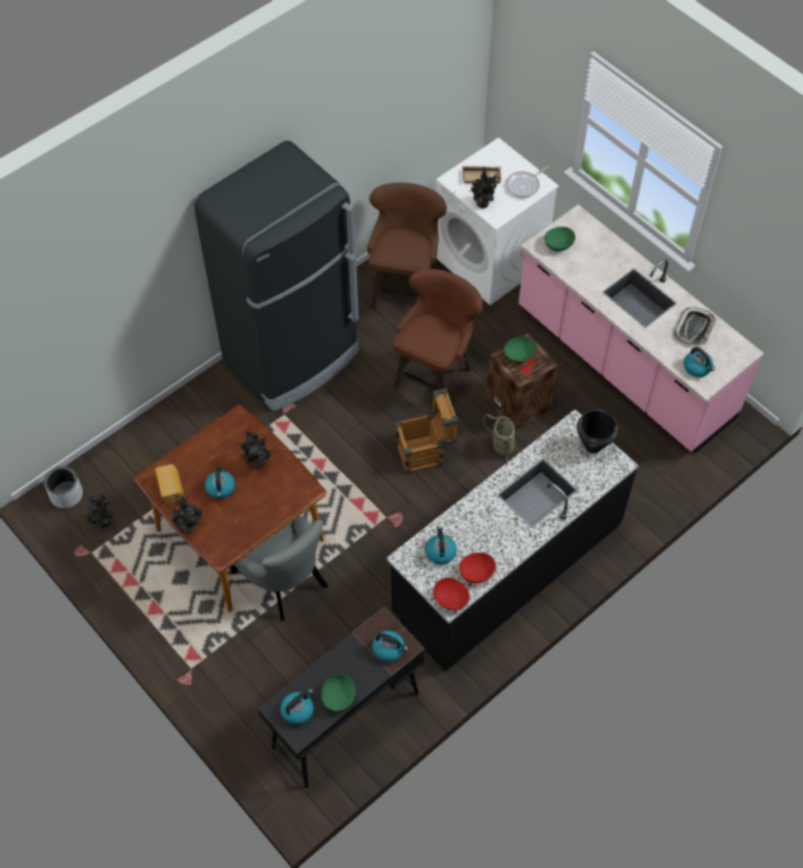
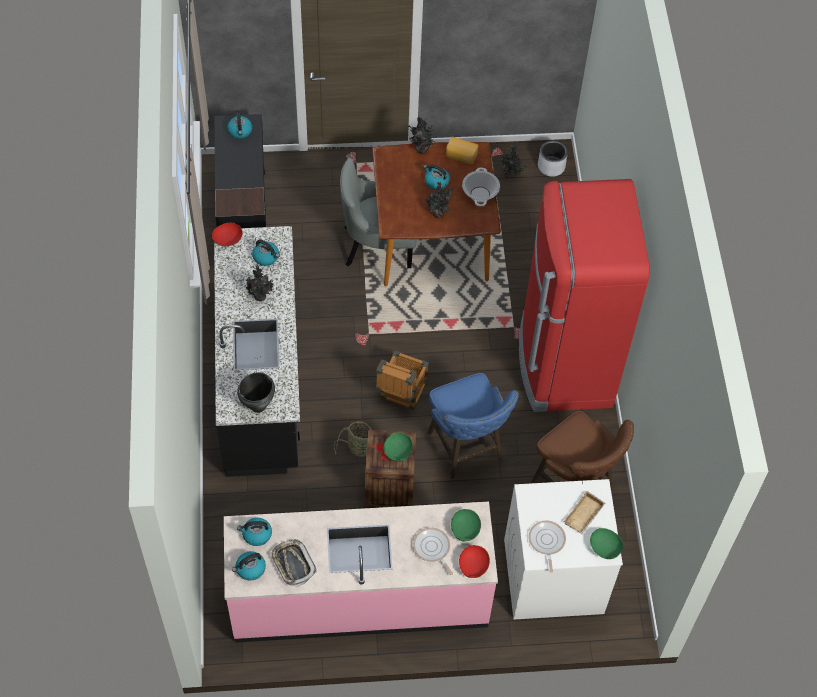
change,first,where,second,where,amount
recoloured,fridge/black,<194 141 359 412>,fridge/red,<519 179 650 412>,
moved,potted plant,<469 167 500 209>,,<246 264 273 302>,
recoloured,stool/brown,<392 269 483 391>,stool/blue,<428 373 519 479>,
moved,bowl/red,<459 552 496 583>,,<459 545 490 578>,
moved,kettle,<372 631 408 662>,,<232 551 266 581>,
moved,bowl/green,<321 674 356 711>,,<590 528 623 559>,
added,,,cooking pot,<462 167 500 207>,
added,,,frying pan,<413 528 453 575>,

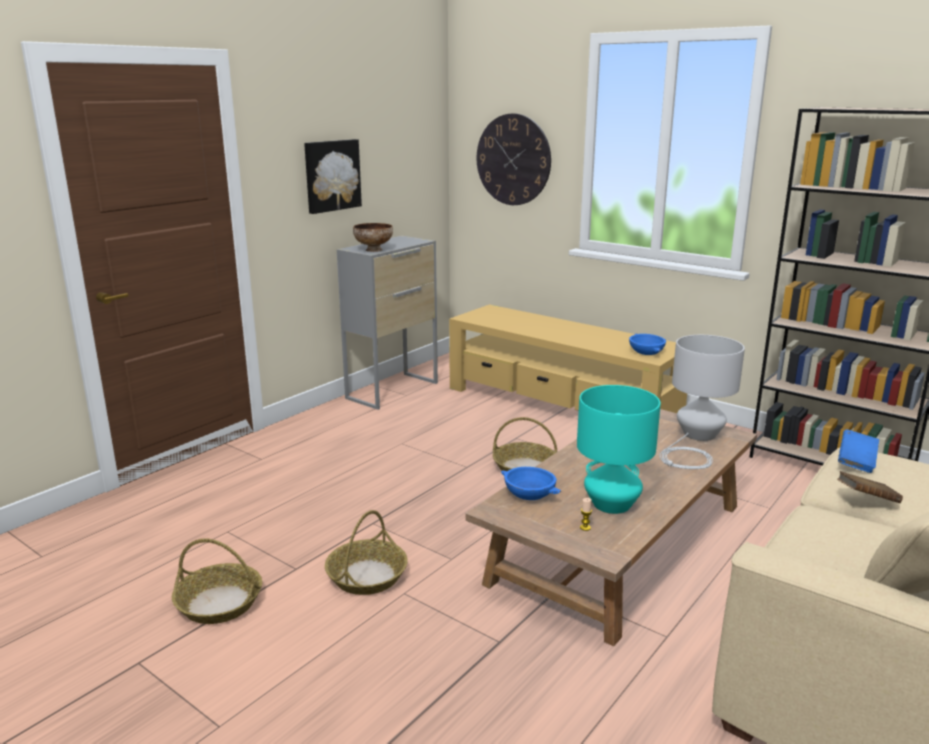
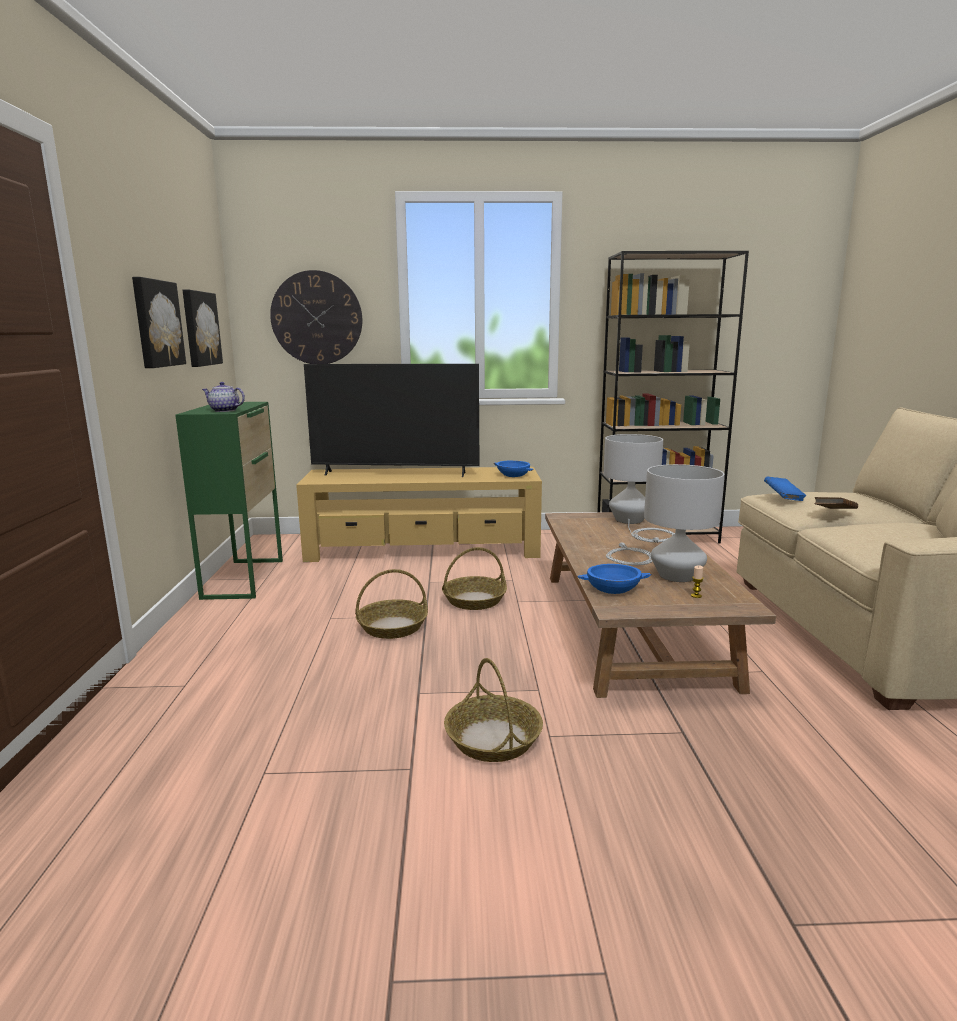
change,first,where,second,where,amount
replaced,bowl,<353 223 393 252>,teapot,<202 382 245 412>,
recoloured,cabinet/grey,<337 236 438 410>,cabinet/green,<175 402 283 600>,
recoloured,table lamp/turquoise,<577 385 661 514>,table lamp/grey,<606 464 725 582>,
moved,basket,<172 538 262 624>,,<355 569 428 639>,
added,,,picture,<183 290 223 367>,
added,,,television,<304 364 480 477>,

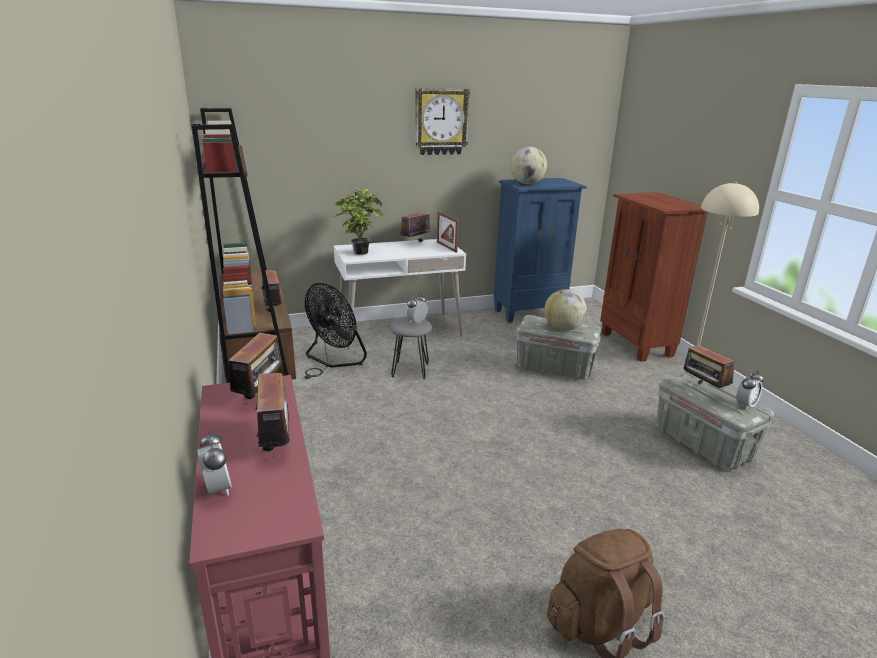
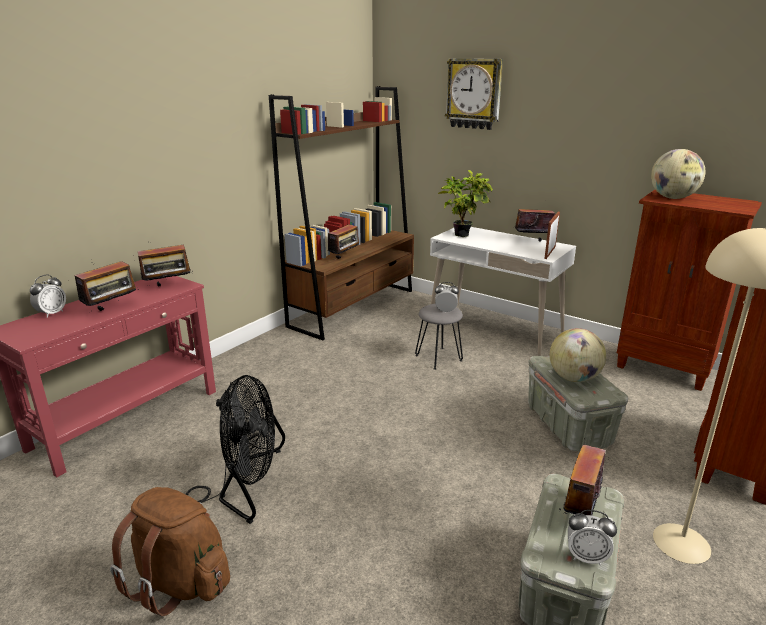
change,first,where,second,where,amount
moved,wall clock,<415 88 470 155>,,<445 58 503 130>,
recoloured,cabinet/blue,<494 178 587 323>,cabinet/brown,<617 190 762 391>,
moved,fan/black,<304 283 367 379>,,<186 375 285 524>,

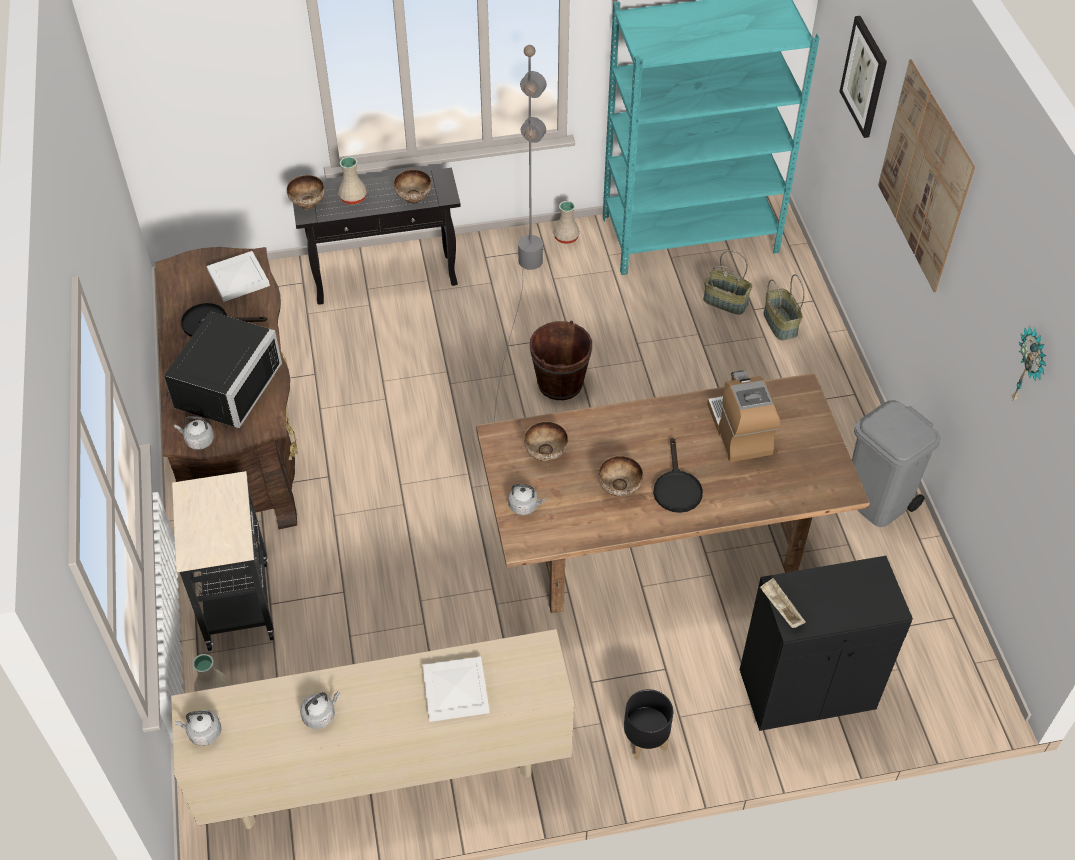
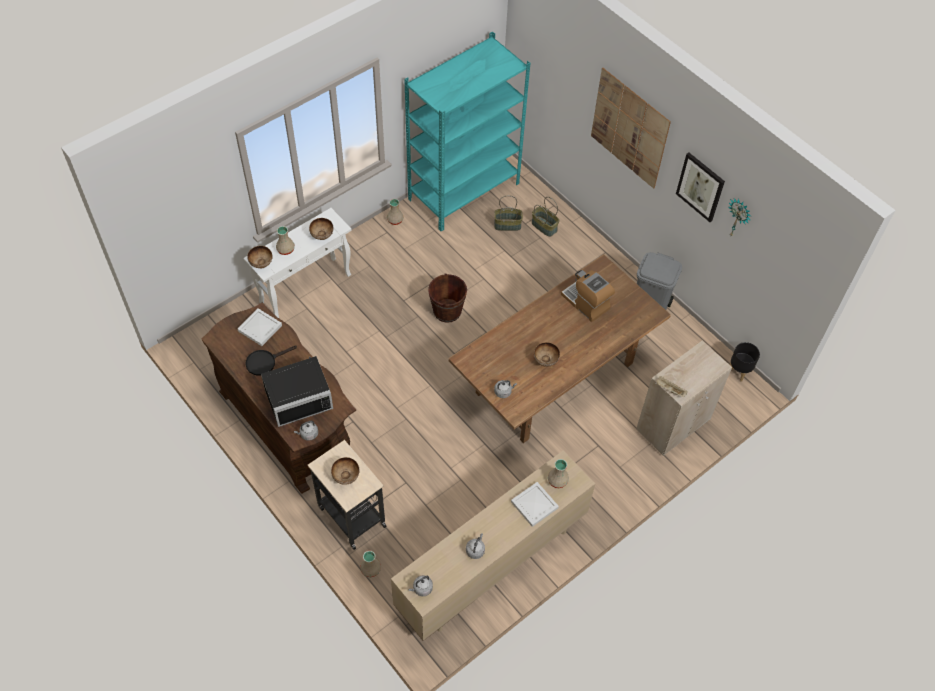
change,first,where,second,where,amount
moved,picture,<839 16 887 138>,,<676 153 725 222>,
removed,floor lamp/grey,<494 45 547 421>,,,
recoloured,console table/black,<293 168 461 305>,console table/white,<244 208 352 318>,
turned,microwave/black,<164 312 282 428>,,<261 356 333 427>,75 degrees clockwise
moved,bowl,<524 421 568 461>,,<331 457 359 485>,
removed,frying pan/black,<653 438 703 513>,,,
recoloured,cabinet/black,<740 556 913 731>,cabinet/beige,<636 341 732 456>,
moved,planter/black,<624 689 673 760>,,<730 342 760 381>,
added,,,vase/beige,<548 459 569 488>,

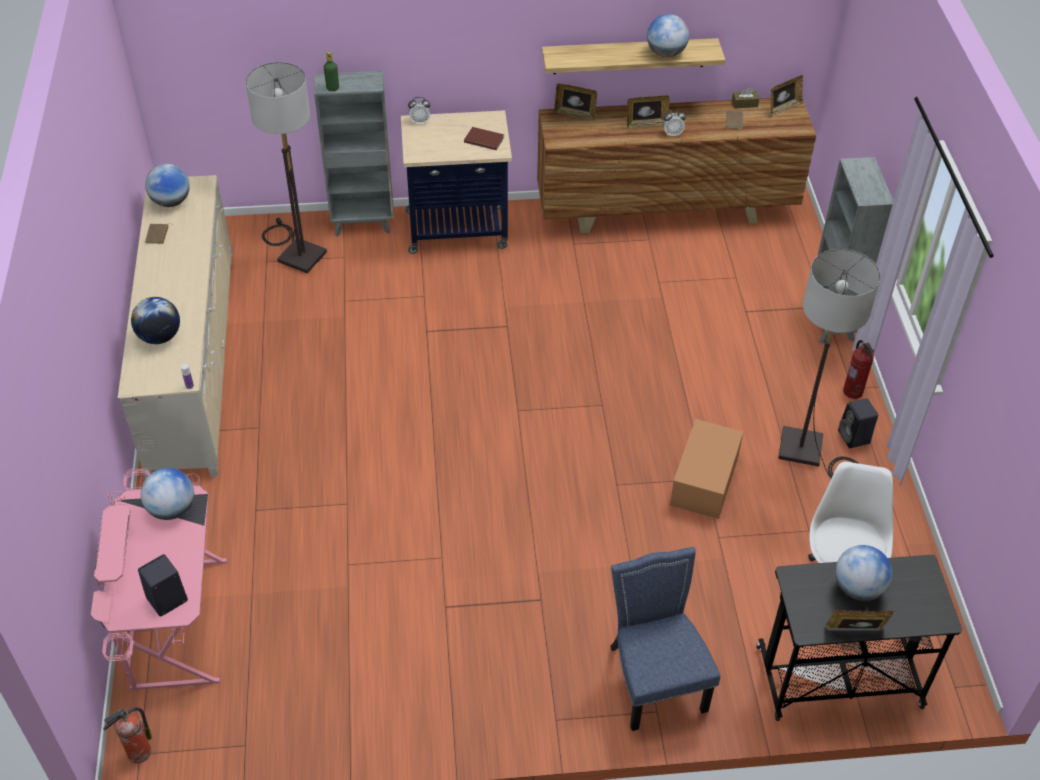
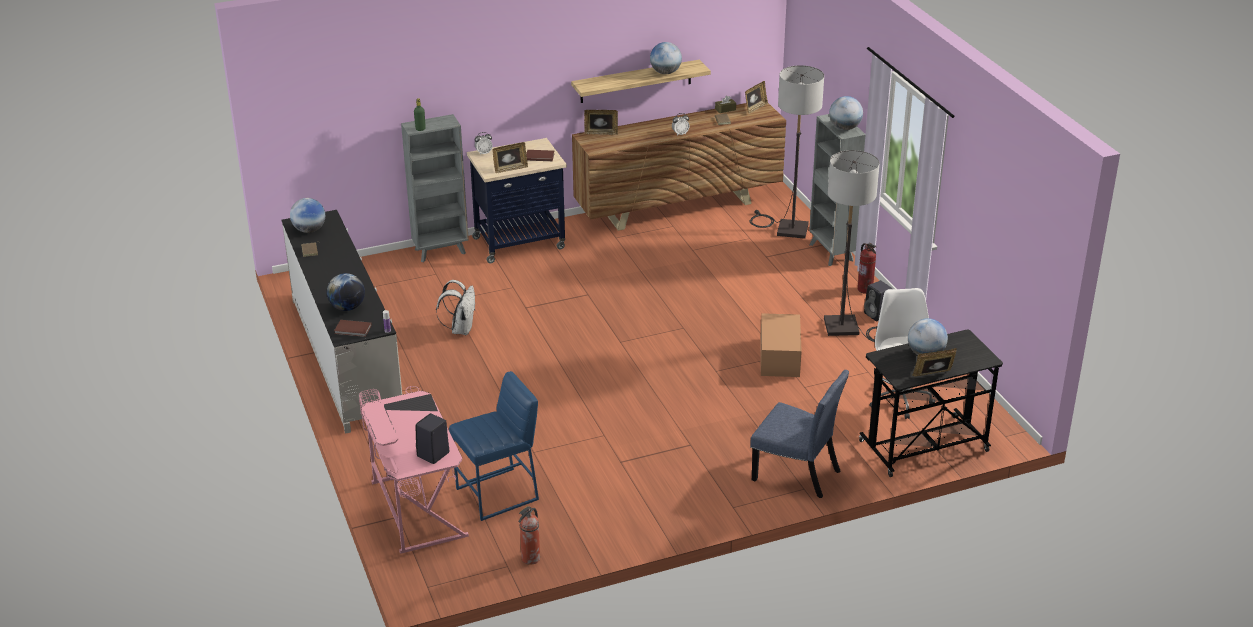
change,first,where,second,where,amount
moved,floor lamp,<246 62 327 273>,,<749 65 824 239>,
moved,picture frame,<627 96 670 128>,,<493 142 528 173>,
recoloured,cabinet/beige,<118 175 233 479>,cabinet/black,<281 210 402 434>,
moved,globe,<141 468 194 520>,,<829 96 863 130>,
turned,chair/blue,<610 547 720 731>,,<750 370 849 498>,150 degrees clockwise
moved,fire extinguisher,<103 707 152 763>,,<519 506 540 565>,
added,,,backpack/white,<436 280 475 335>,
added,,,book/brown,<334 320 372 337>,
added,,,stool/blue,<449 371 539 521>,

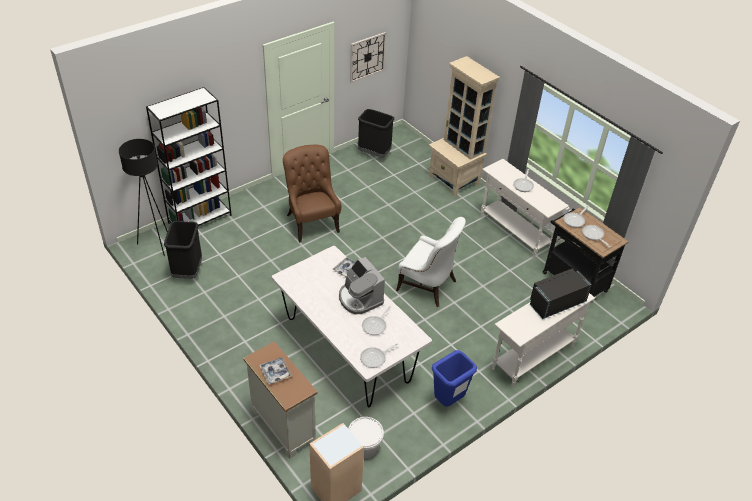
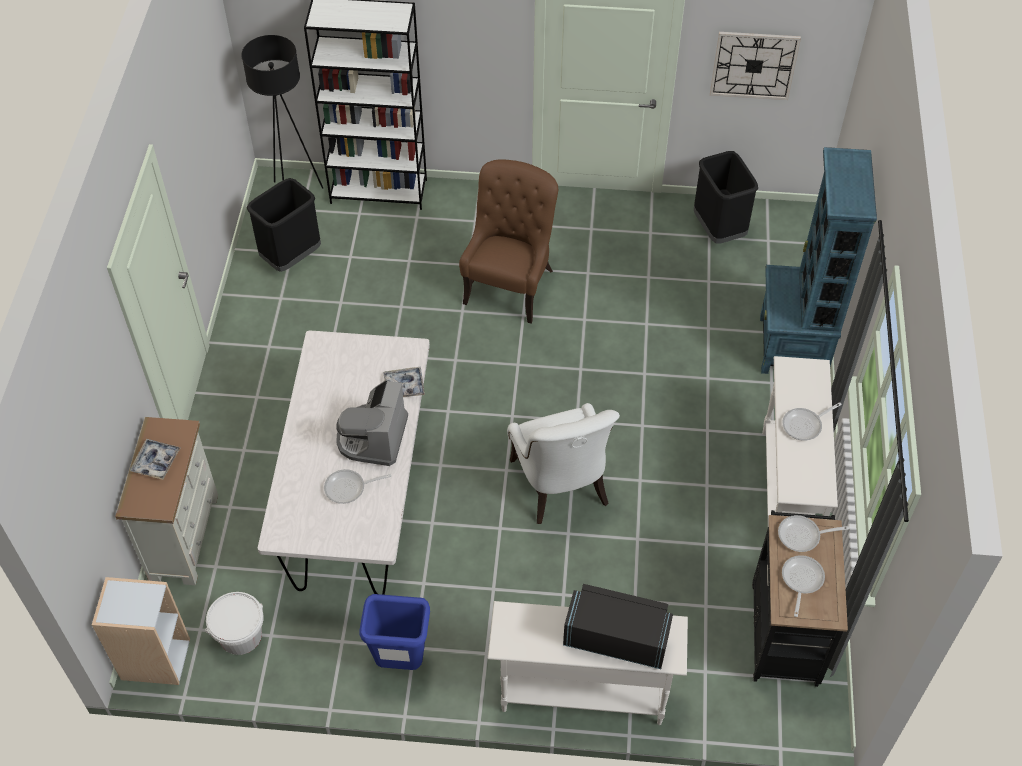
change,first,where,second,where,amount
recoloured,cabinet/beige,<429 56 500 197>,cabinet/blue,<760 147 877 374>,
removed,frying pan,<360 343 399 368>,,,

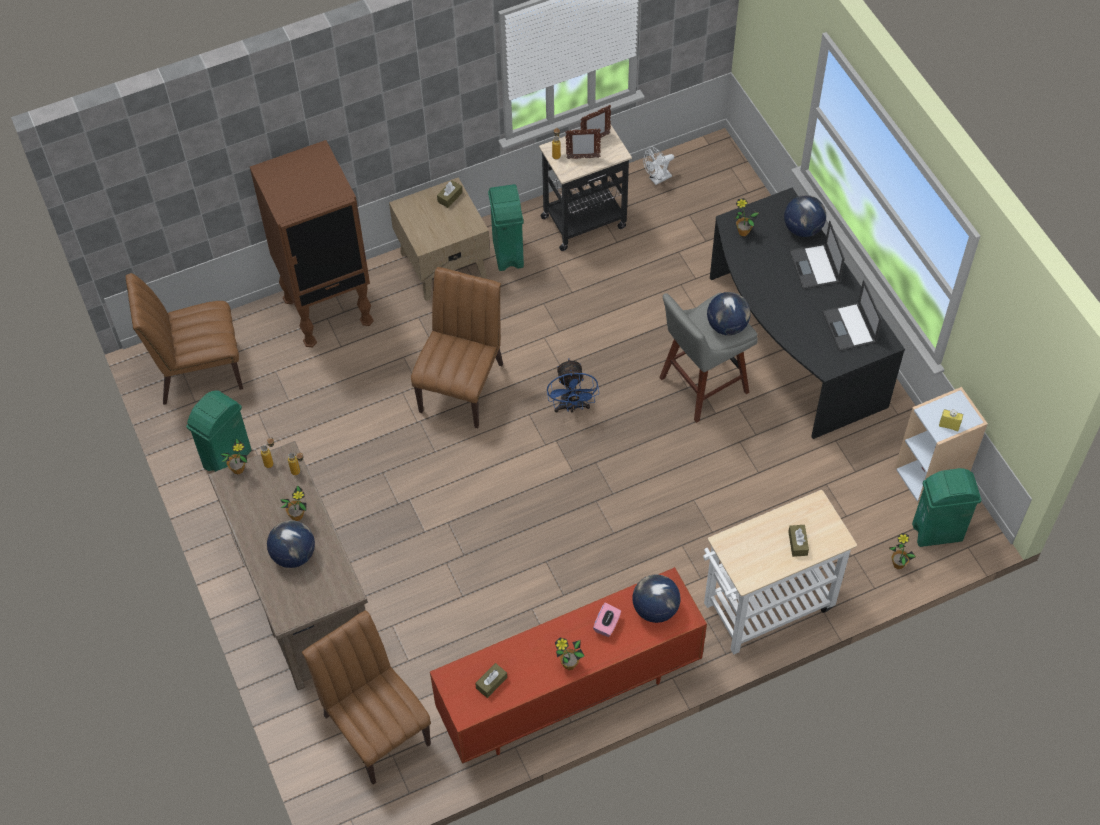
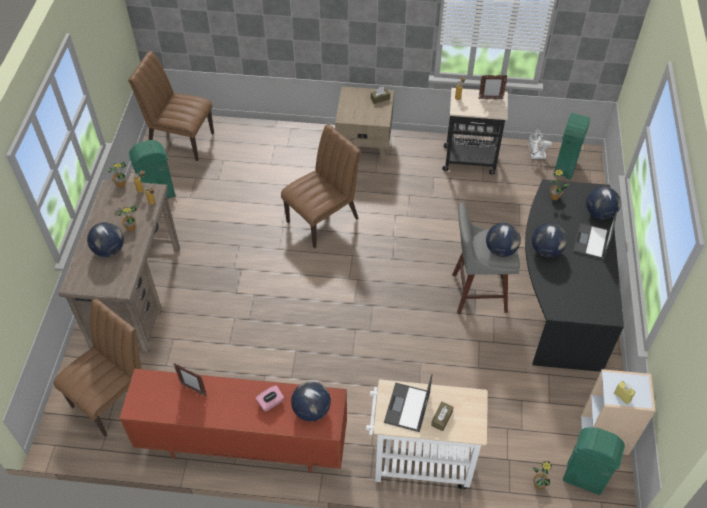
change,first,where,second,where,amount
moved,picture frame,<565 128 601 159>,,<174 364 207 397>,
removed,cabinet/brown,<250 140 374 347>,,,
moved,trash can/green,<488 184 524 271>,,<554 113 590 180>,
moved,laptop,<822 280 882 351>,,<384 374 432 432>,
removed,fan/blue,<547 359 599 413>,,,
turned,chair/brown,<302 610 431 785>,,<54 298 142 437>,45 degrees clockwise
removed,potted plant,<555 638 585 670>,,,
removed,tissue box/brown,<475 663 507 698>,,,
added,,,globe,<532 223 567 257>,

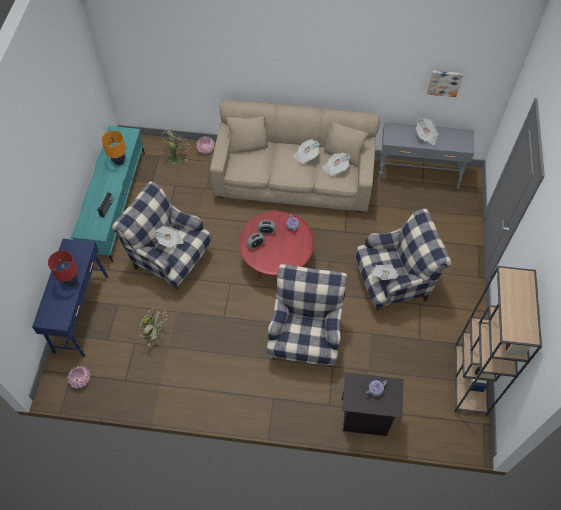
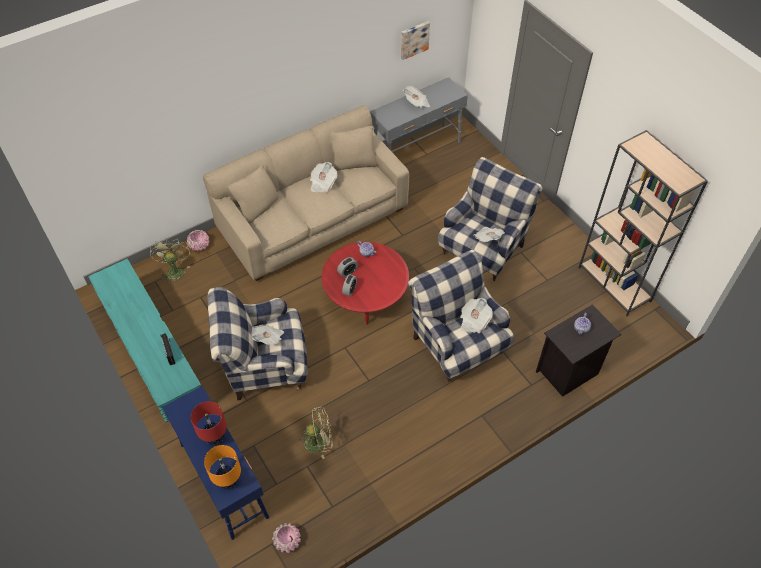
change,first,where,second,where,amount
moved,table lamp/orange,<102 131 126 165>,,<204 445 241 490>,
moved,newspaper,<323 153 350 176>,,<460 298 493 333>,

